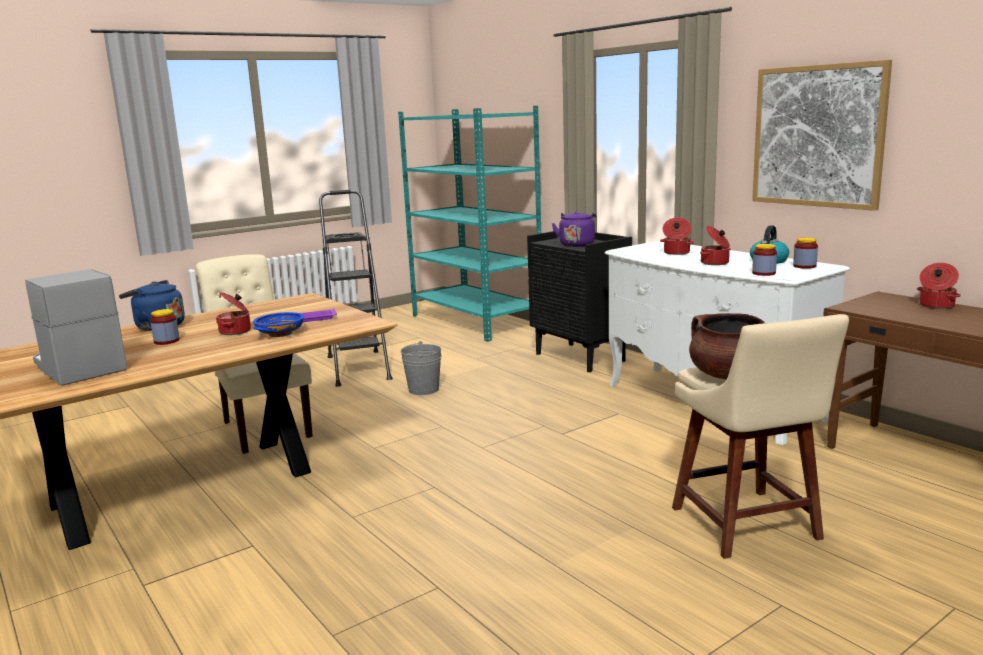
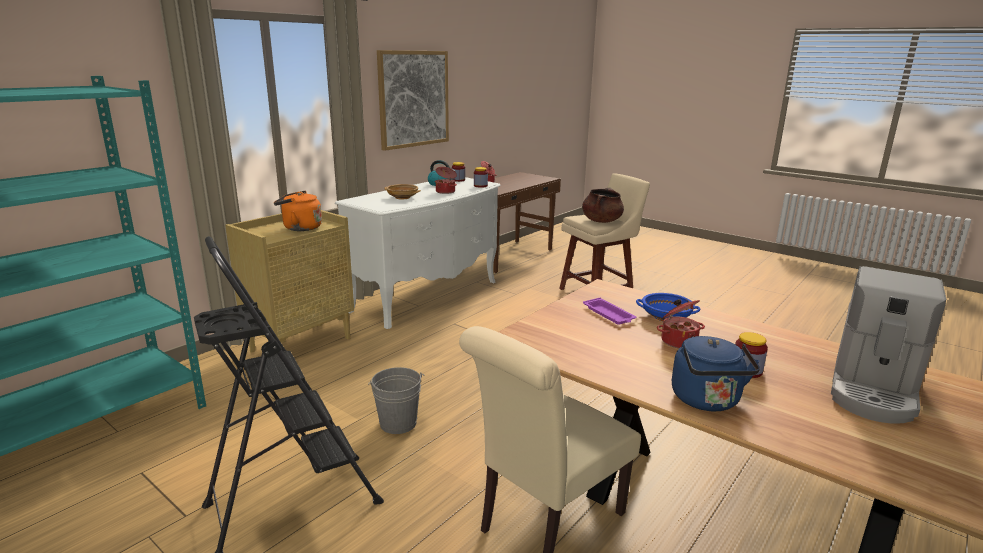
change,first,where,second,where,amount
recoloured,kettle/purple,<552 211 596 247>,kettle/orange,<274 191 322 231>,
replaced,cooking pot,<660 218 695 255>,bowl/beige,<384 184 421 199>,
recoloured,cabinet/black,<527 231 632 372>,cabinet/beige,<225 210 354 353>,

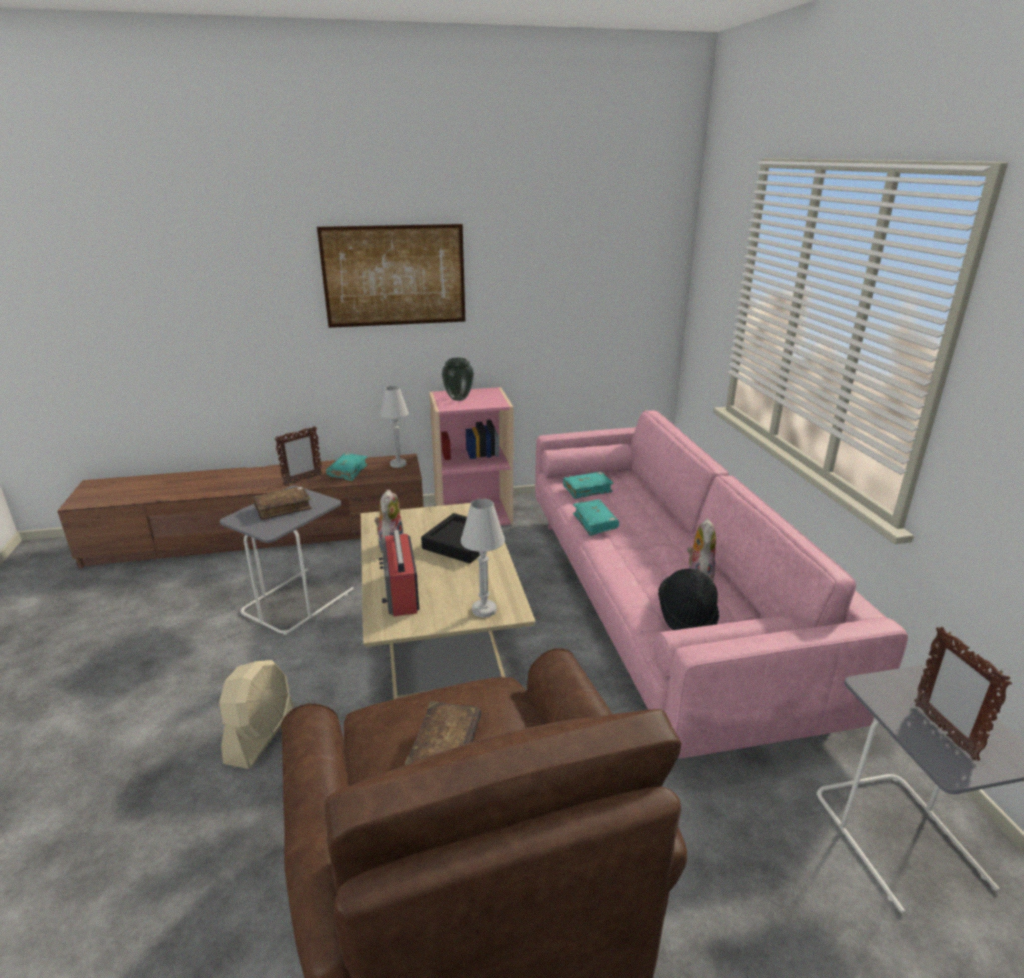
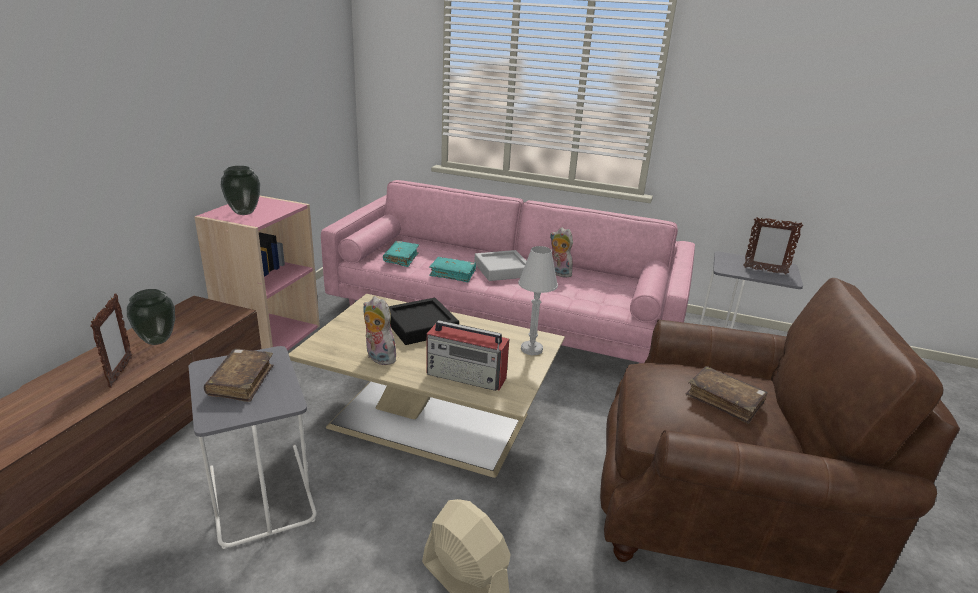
change,first,where,second,where,amount
removed,picture,<317 224 465 328>,,,
removed,table lamp/white,<380 386 409 468>,,,
replaced,book/turquoise,<326 453 368 481>,vase,<127 289 175 345>,
removed,hat/black,<658 568 719 630>,,,
added,,,tray/grey,<474 250 526 281>,

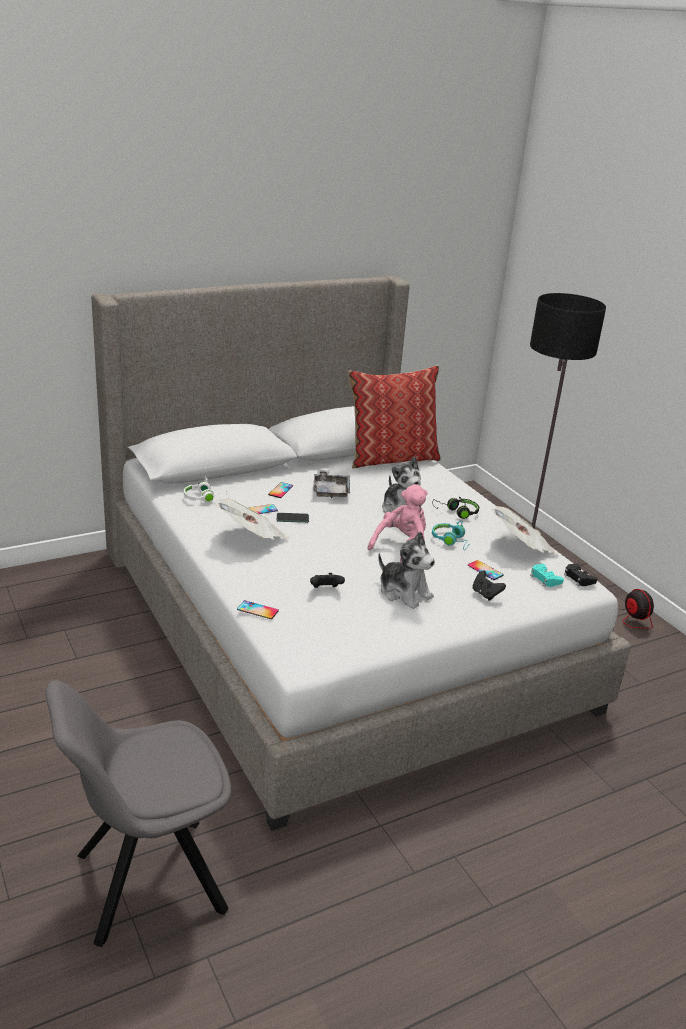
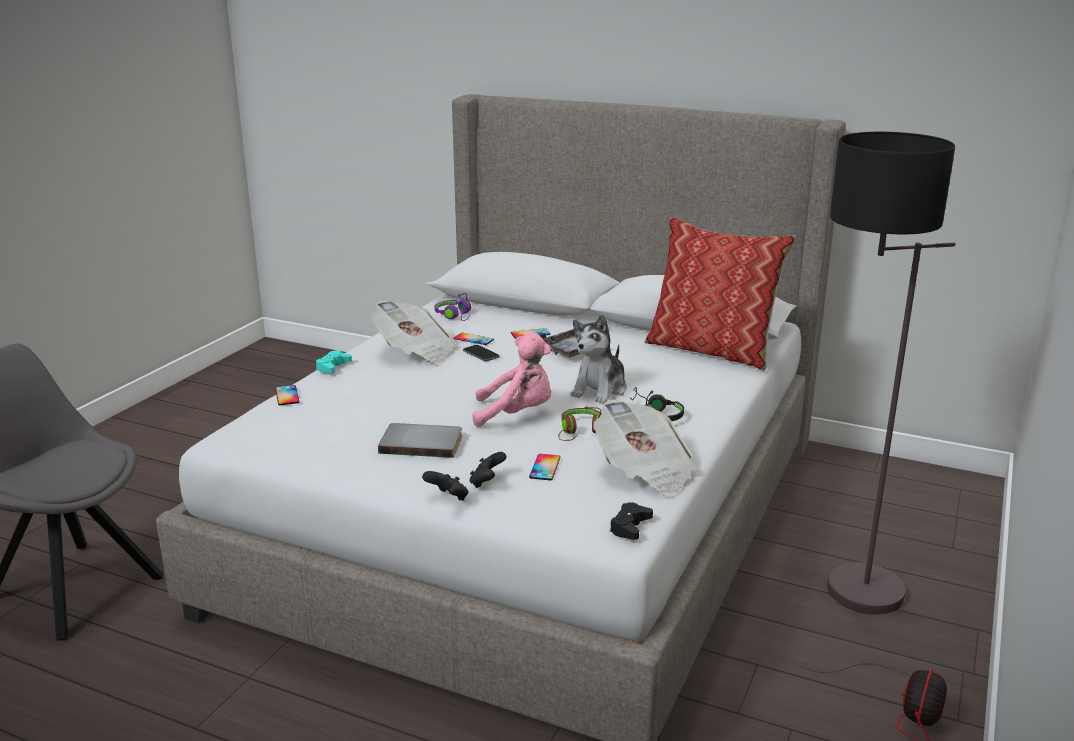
change,first,where,second,where,amount
recoloured,headphones/white,<184 476 229 502>,headphones/purple,<435 293 471 321>,
recoloured,headphones/turquoise,<432 520 470 550>,headphones/brown,<558 406 602 441>,
replaced,plush toy,<378 531 435 609>,book/grey,<378 423 462 458>,
moved,game controller/turquoise,<530 564 564 587>,,<316 351 352 373>,
moved,game controller/black,<310 573 345 588>,,<422 471 468 501>,

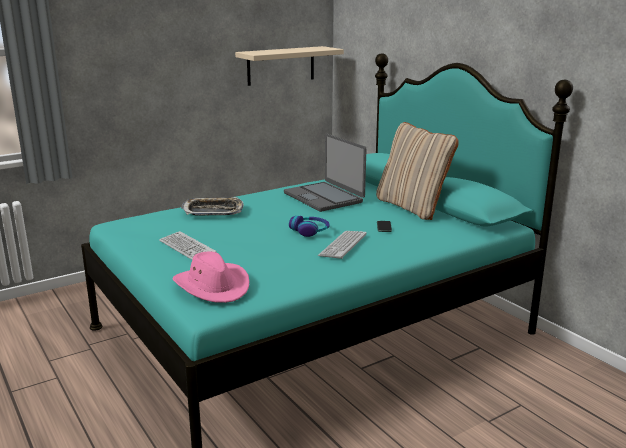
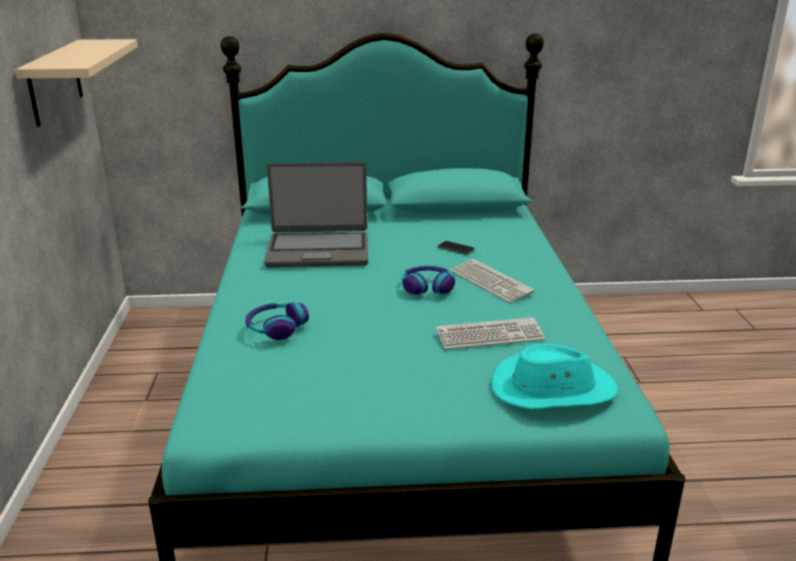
change,first,where,second,where,amount
removed,pillow/beige,<376 122 459 220>,,,
replaced,tray,<181 197 244 216>,headphones,<245 302 309 340>,
moved,keyboard,<159 231 217 260>,,<436 318 546 349>,
recoloured,hat/pink,<172 251 249 303>,hat/turquoise,<491 343 618 410>,

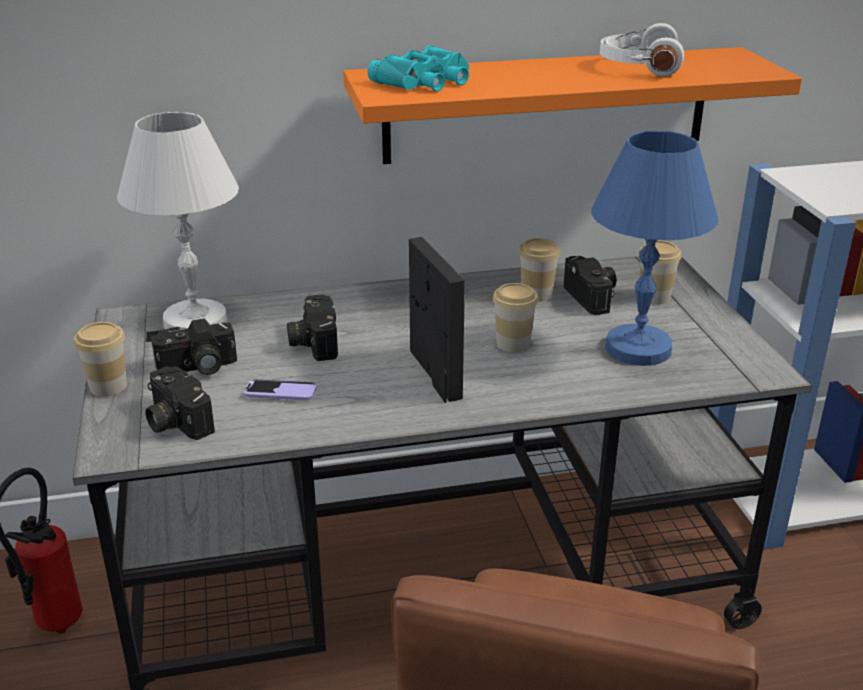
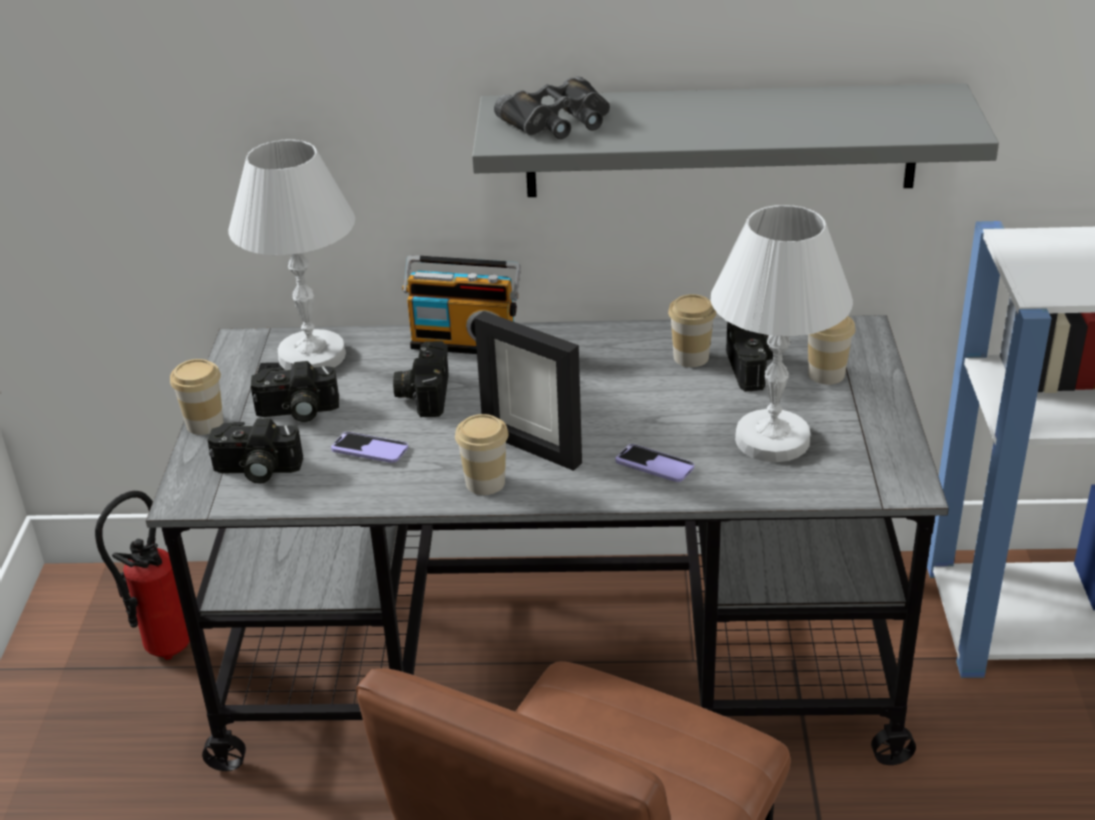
change,first,where,second,where,amount
removed,headphones/white,<600 23 684 76>,,,
recoloured,binoculars/turquoise,<367 45 469 92>,binoculars/black,<494 76 610 139>,
recoloured,shelf/orange,<343 47 802 164>,shelf/grey,<472 83 999 197>,
recoloured,table lamp/blue,<591 130 718 366>,table lamp/white,<711 205 853 462>,
turned,picture frame,<409 237 465 403>,,<474 311 582 471>,135 degrees clockwise
moved,cup,<493 283 538 352>,,<455 414 509 495>,
turned,photo camera,<145 366 215 440>,,<207 418 303 484>,60 degrees counterclockwise
added,,,radio,<402 255 521 354>,
added,,,phone,<615 444 694 482>,

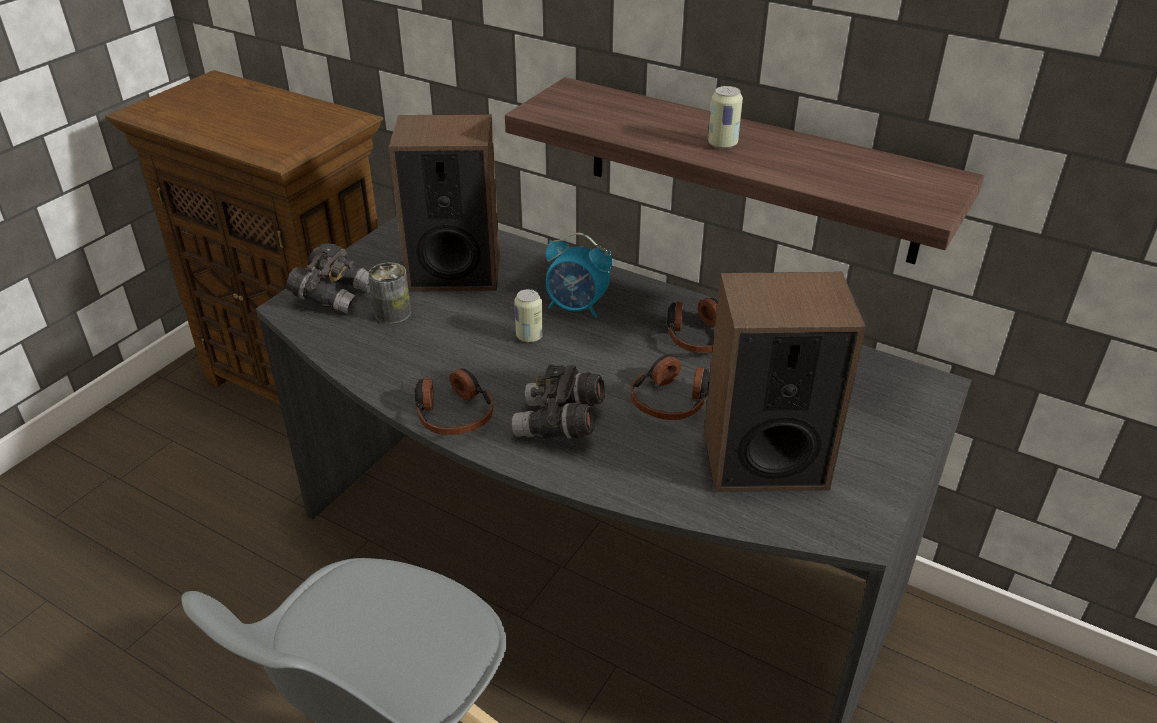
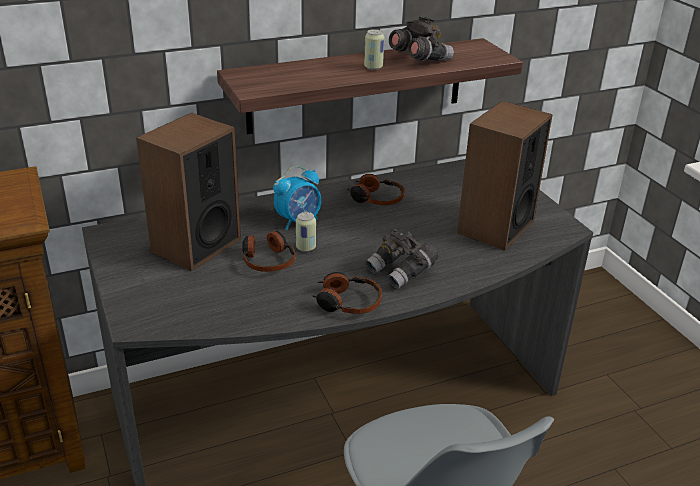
change,first,where,second,where,amount
moved,binoculars/grey,<286 243 370 314>,,<389 16 454 61>,
removed,can,<368 262 411 324>,,,
moved,headphones,<631 355 710 420>,,<242 231 296 272>,

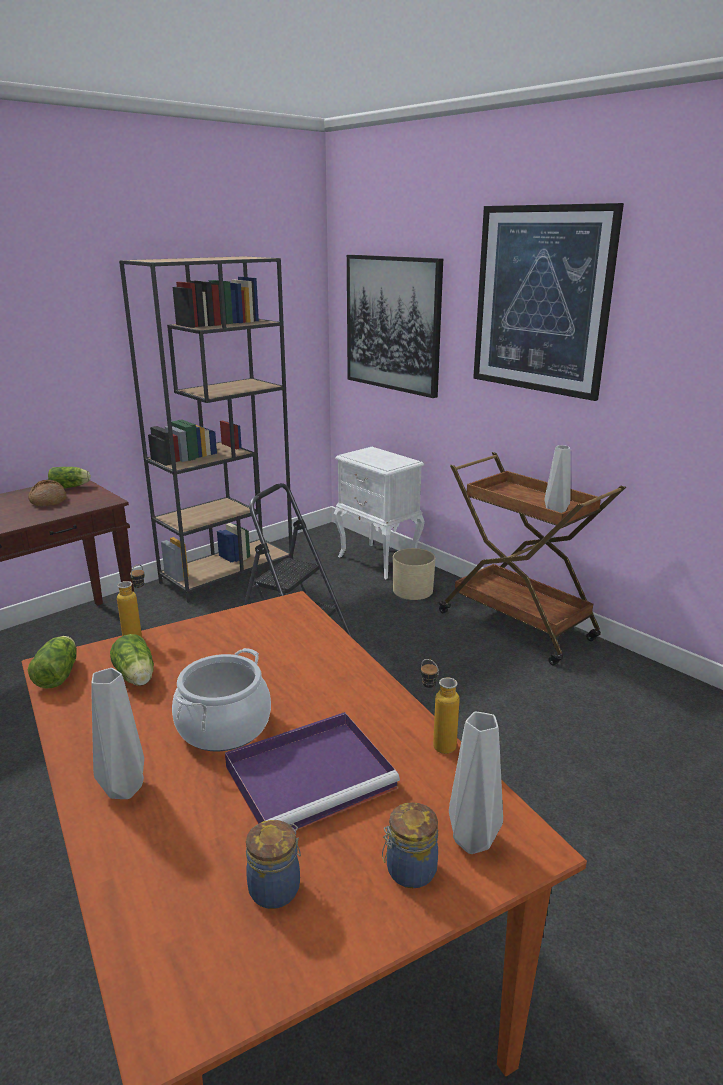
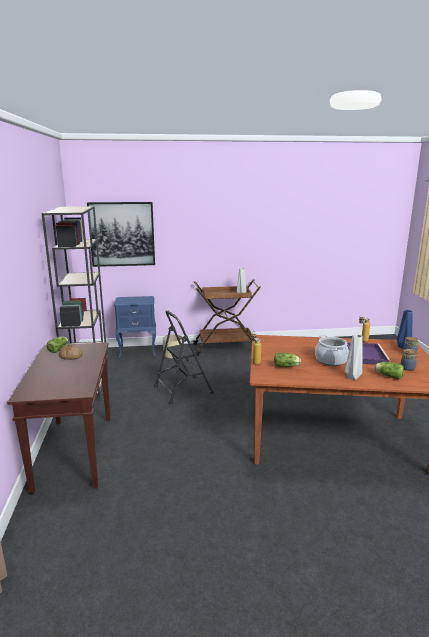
change,first,where,second,where,amount
removed,picture,<473 203 624 401>,,,
recoloured,nightstand/white,<334 447 425 579>,nightstand/blue,<114 296 156 358>,
moved,lettuce,<28 636 77 689>,,<374 362 404 379>,
recoloured,vase/grey,<449 712 503 854>,vase/blue,<397 310 413 349>,

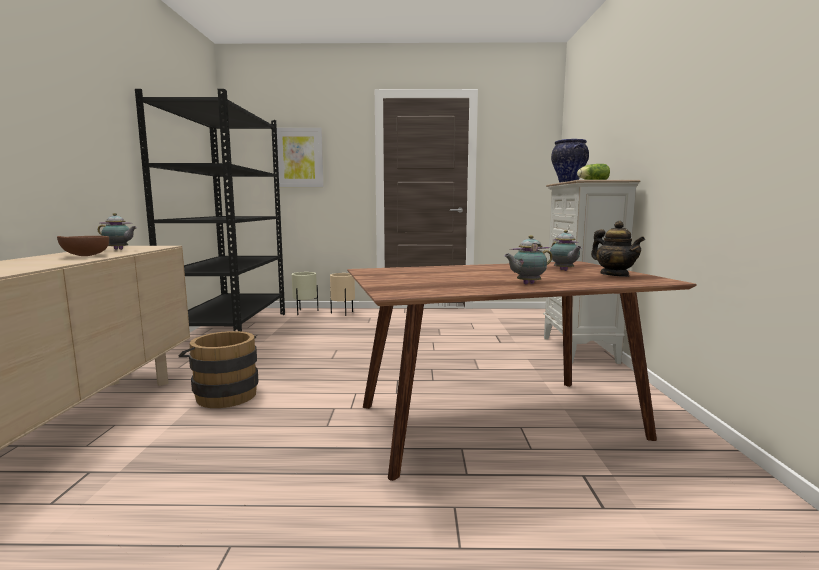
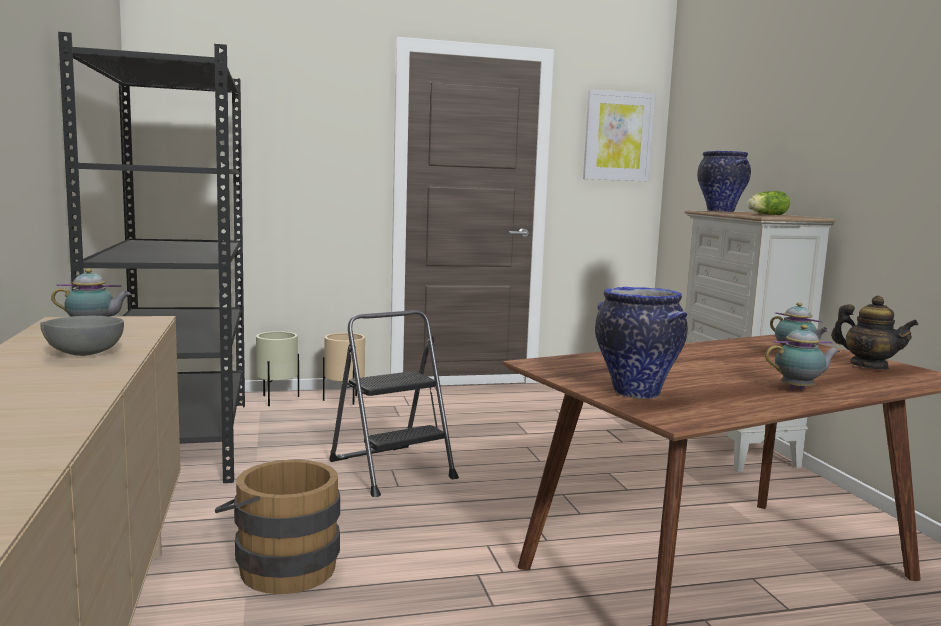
change,first,where,second,where,amount
moved,picture,<274 128 324 187>,,<583 89 656 182>,
turned,teapot,<504 235 553 284>,,<765 324 840 390>,150 degrees counterclockwise
recoloured,bowl/brown,<57 236 109 256>,bowl/grey,<40 316 124 356>,
added,,,vase,<595 287 687 399>,
added,,,step ladder/black,<330 310 459 497>,

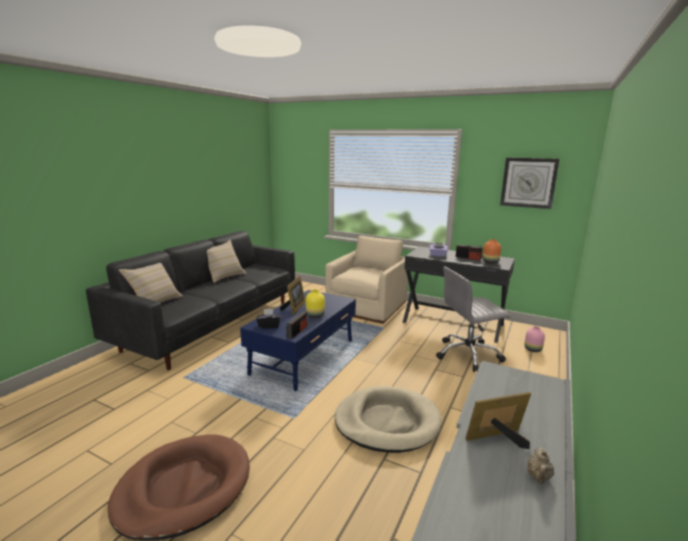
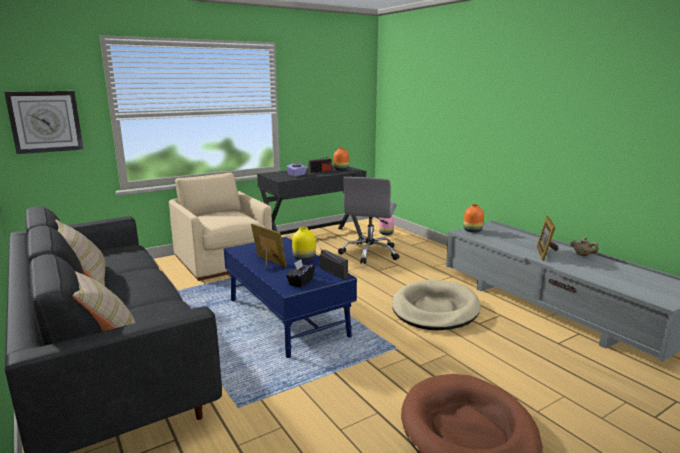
change,first,where,second,where,amount
moved,wall clock,<500 157 559 209>,,<4 91 84 154>,
added,,,vase/orange,<464 204 484 233>,

